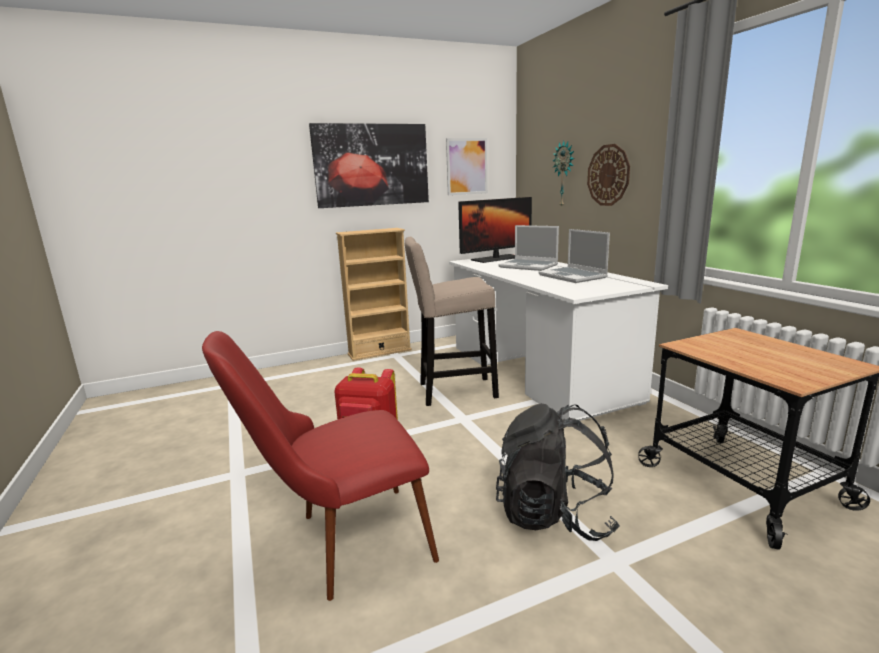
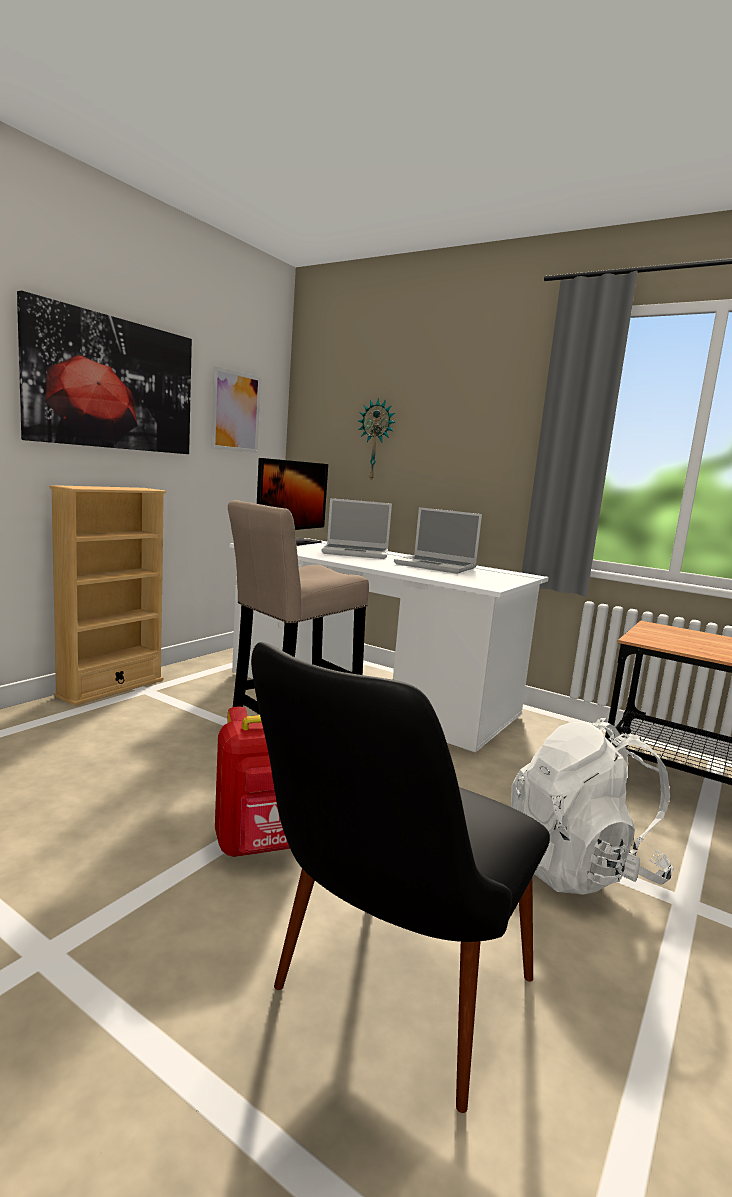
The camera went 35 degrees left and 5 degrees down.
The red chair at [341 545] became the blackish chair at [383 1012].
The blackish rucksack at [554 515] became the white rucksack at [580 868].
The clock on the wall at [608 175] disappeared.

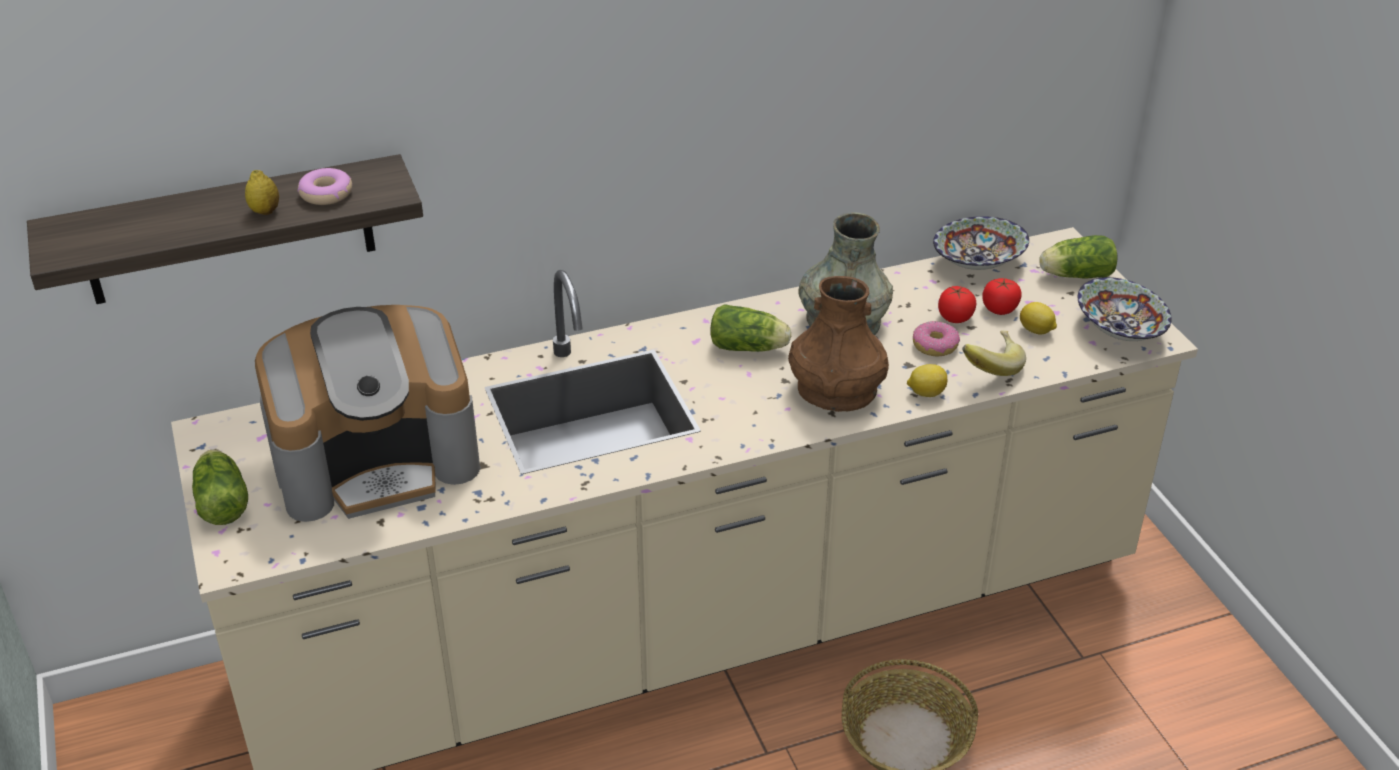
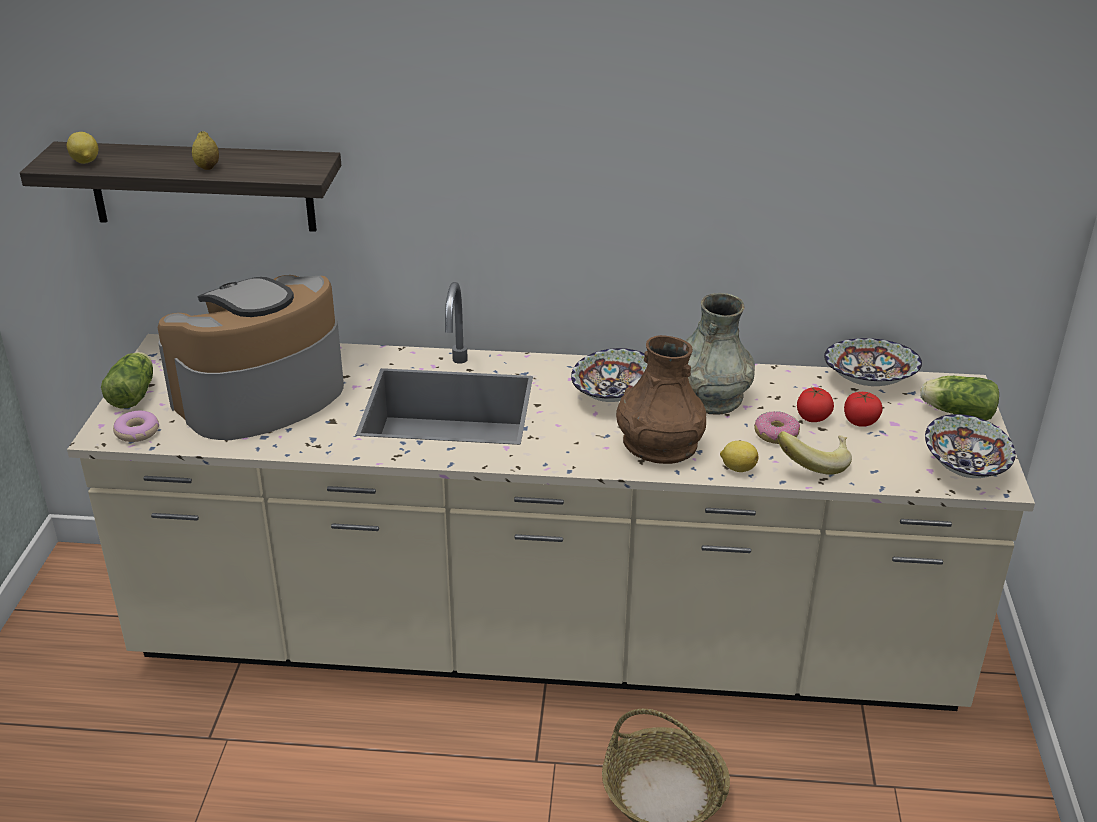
The camera went 25 degrees right and 5 degrees down.
The coffee machine at [377 461] turned 135 degrees clockwise.
The doughnut moved from [326 194] to [137 432].
The lettuce at [750 348] was replaced by the bowl at [612 395].
The citrus fruit moved from [1036 331] to [85 162].

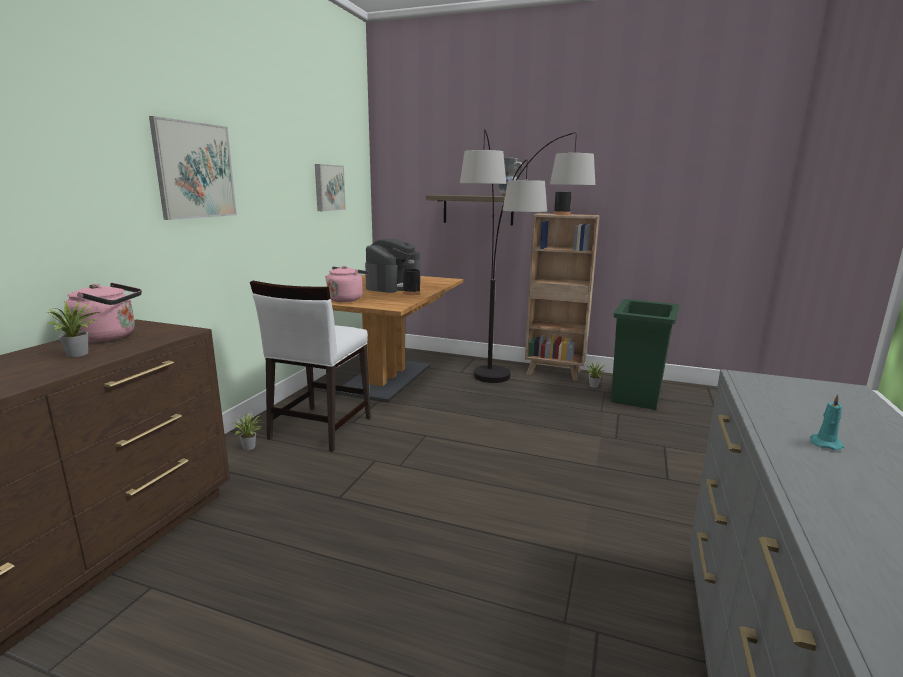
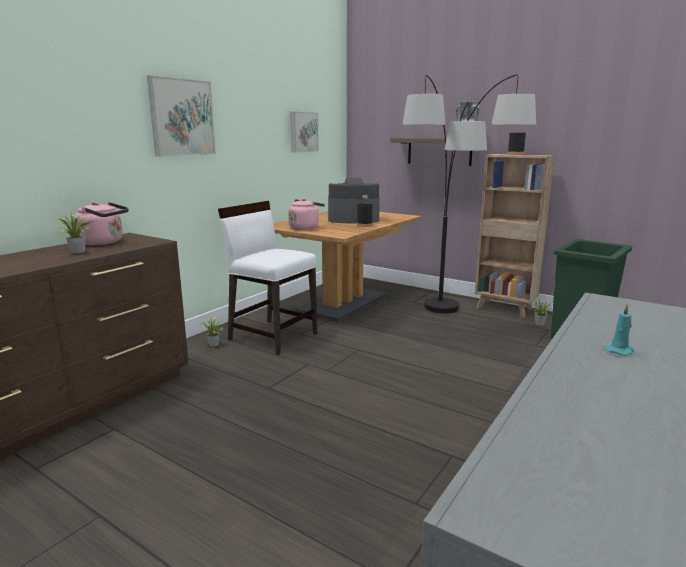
The camera went 15 degrees right and 0 degrees up.
The white chair at [319 428] turned 90 degrees clockwise.
The coffee machine at [393 286] turned 135 degrees counterclockwise.

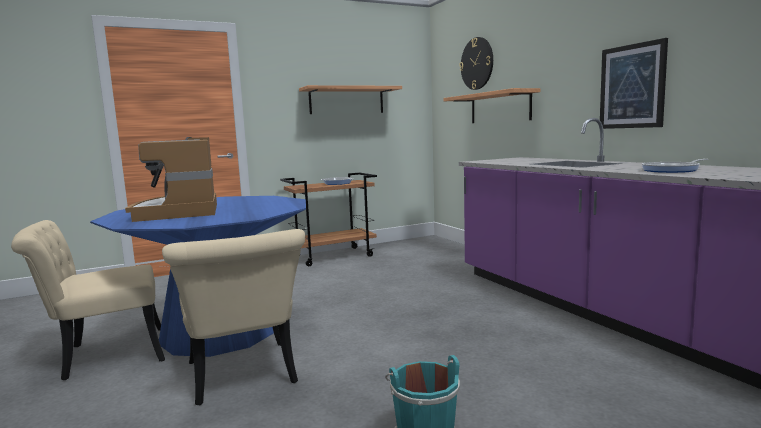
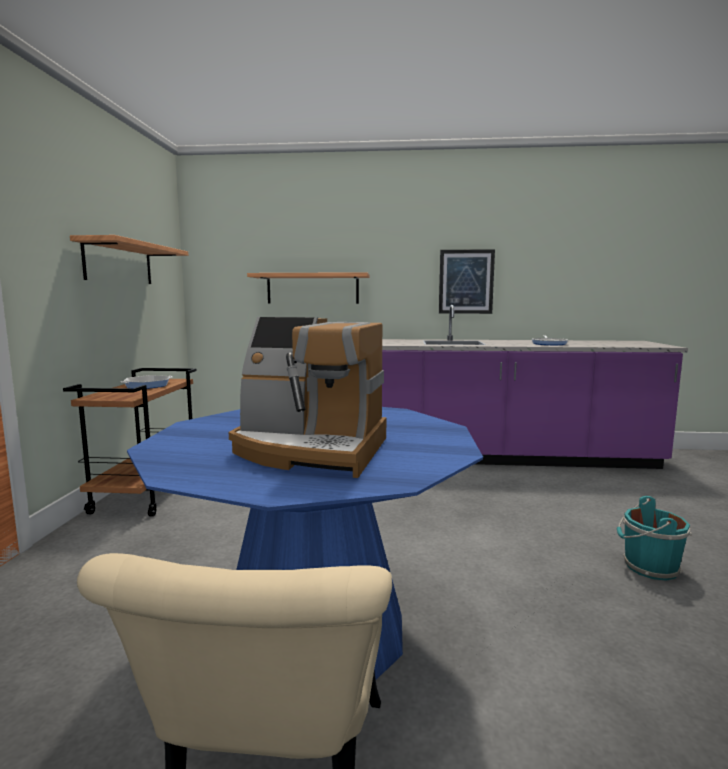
The camera went 60 degrees left and 0 degrees up.
The beige-coloured chair at [244 378] disappeared.
The clock on the wall at [477 63] disappeared.

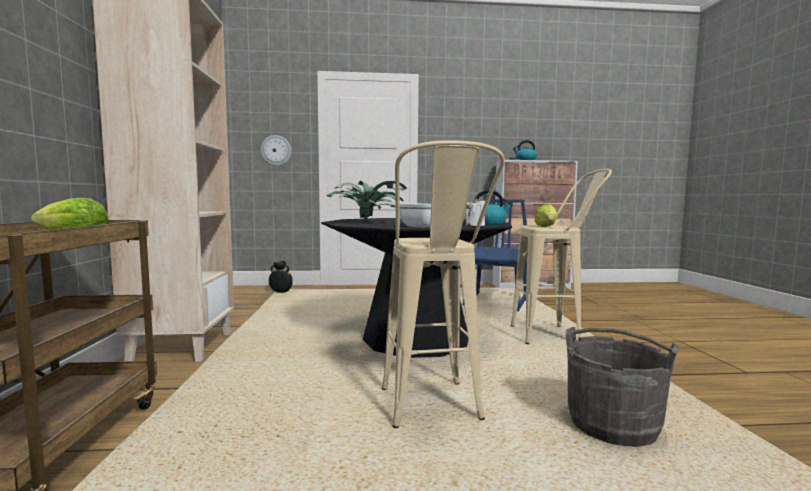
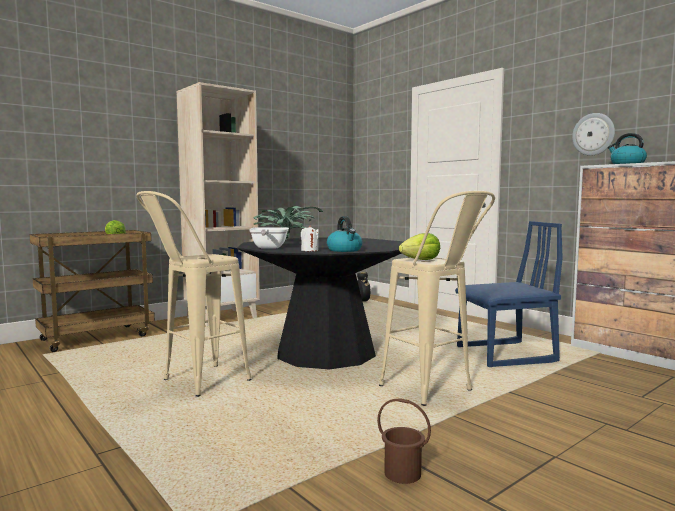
The camera went 55 degrees right and 0 degrees up.
The clock on the wall moved from [276 150] to [593 134].
The grey bucket at [612 426] disappeared.
The brownish bucket at [402 474] appeared.

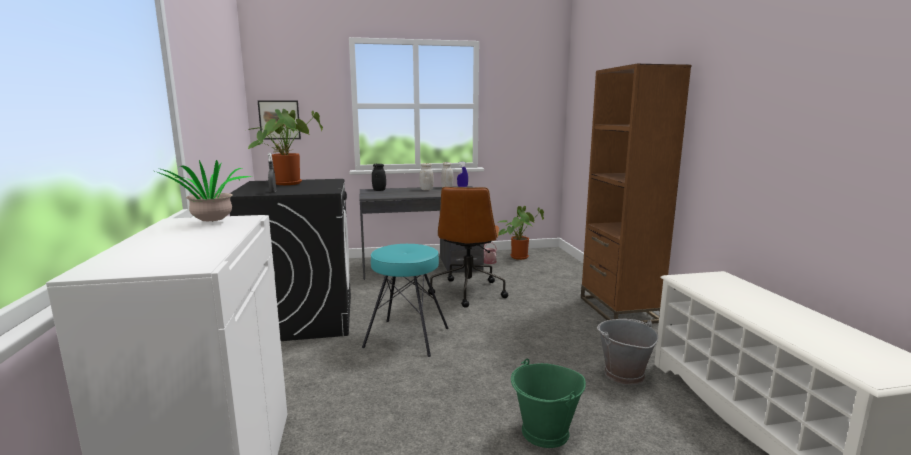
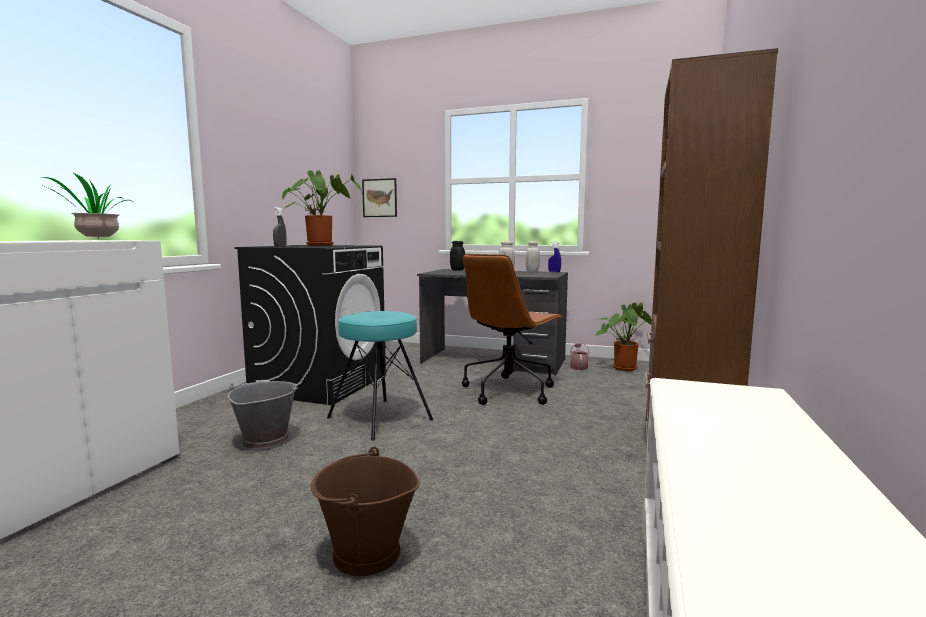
The camera went 30 degrees right and 5 degrees down.
The green bucket at [545 432] became the brownish bucket at [366 554].
The grey bucket moved from [623 374] to [265 441].

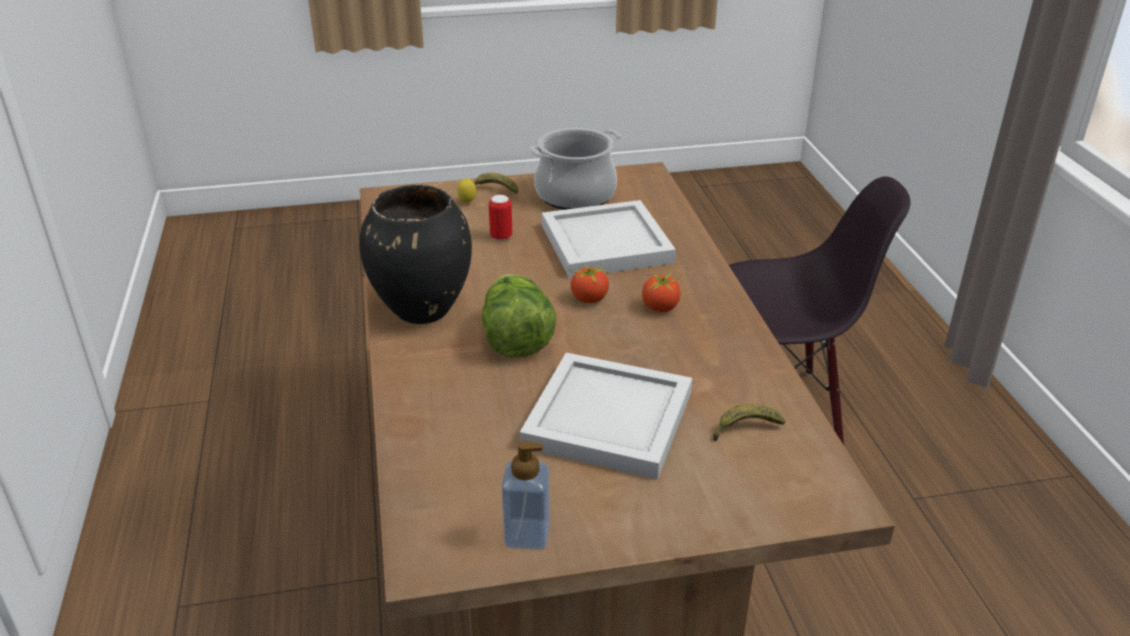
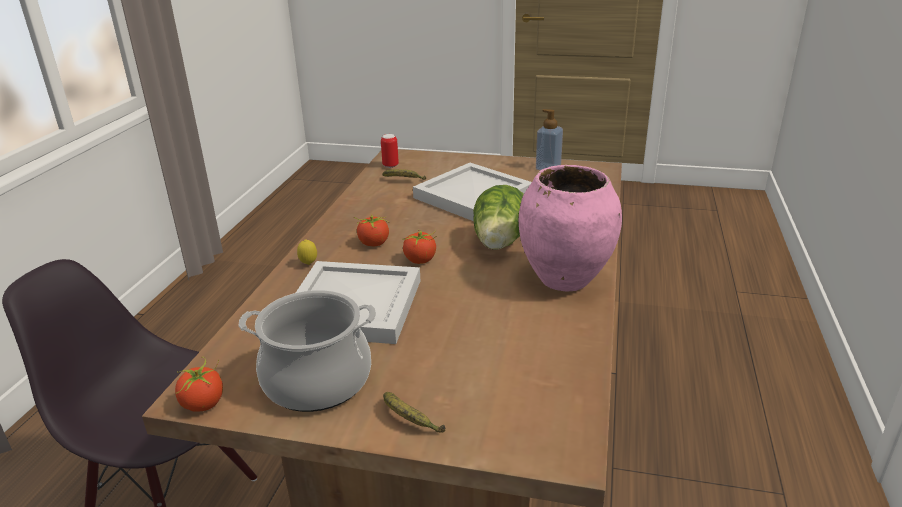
The camera went 155 degrees left and 5 degrees down.
The blackish flower vase at [423 311] became the pink flower vase at [564 279].
The citrus fruit moved from [467 203] to [308 264].
The sealed can moved from [501 237] to [390 166].
The fresh tomato at [203 404] appeared.

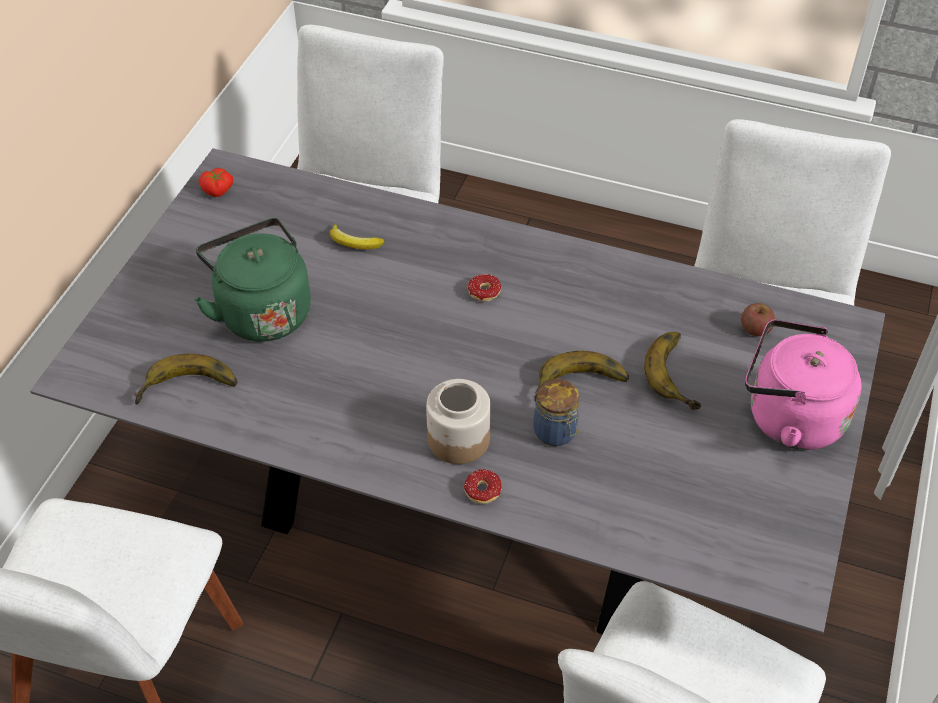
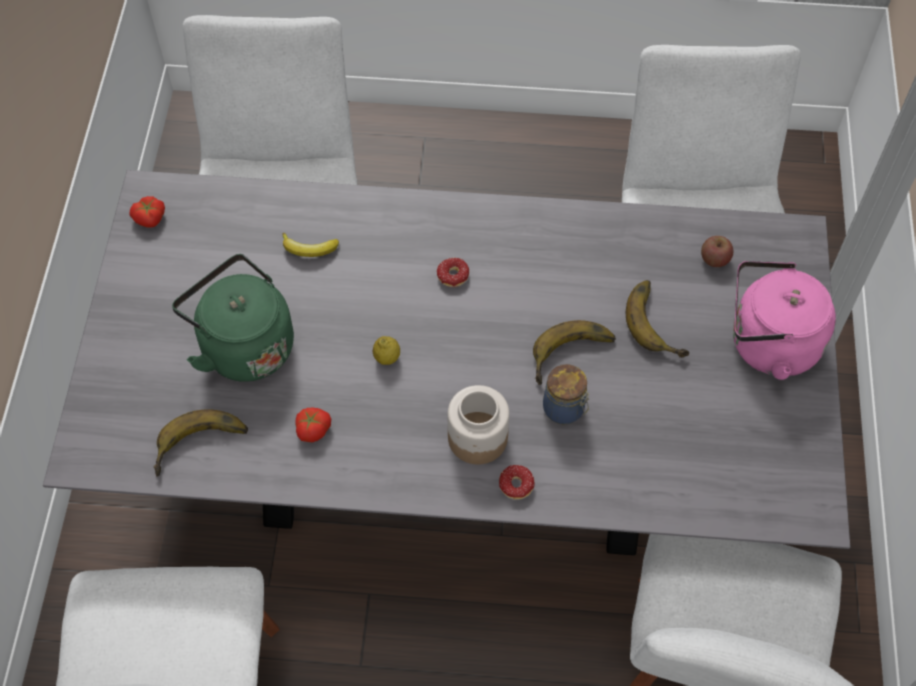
The camera went 15 degrees left and 10 degrees up.
The fresh tomato at [312 429] appeared.
The citrus fruit at [387 358] appeared.

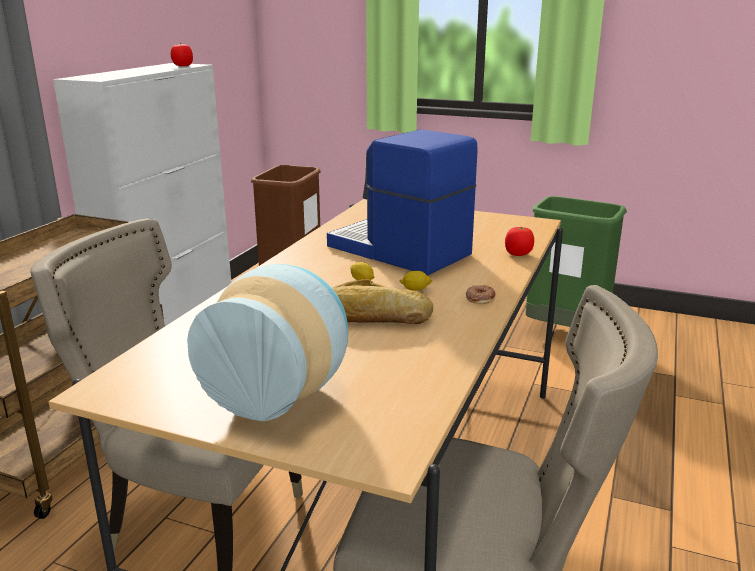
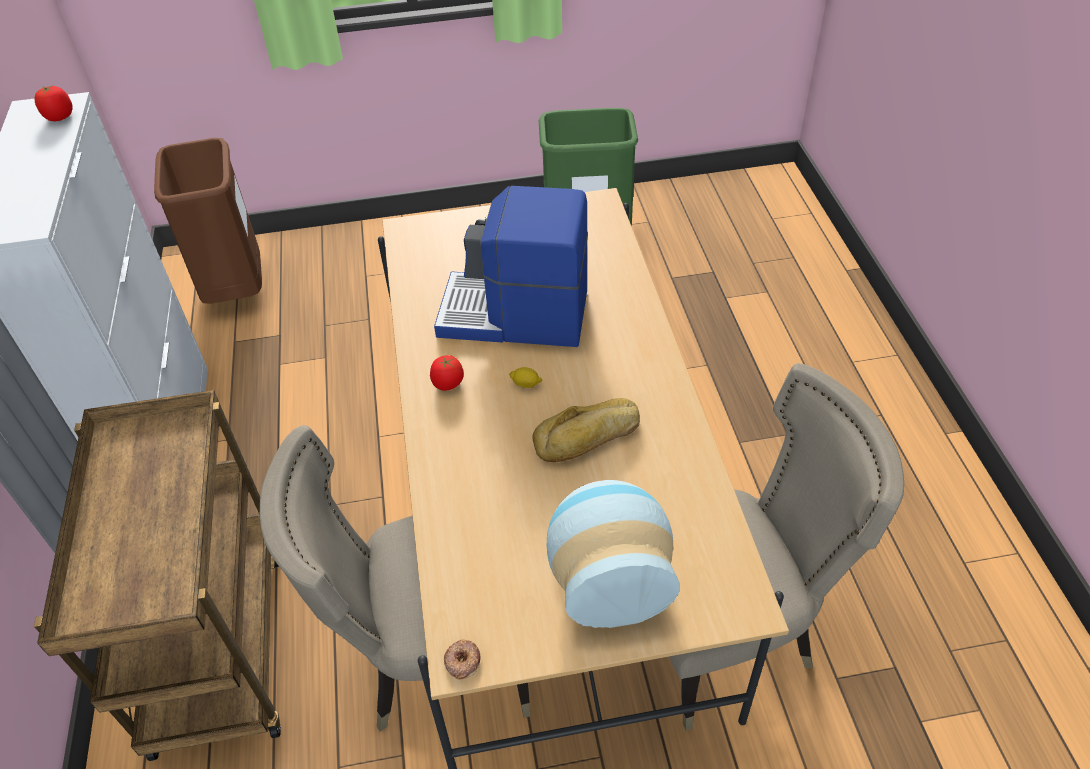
The camera went 30 degrees left and 25 degrees up.
The citrus fruit at [415 289] disappeared.
The doughnut moved from [480 298] to [462 661].
The fresh tomato moved from [518 254] to [448 384].

